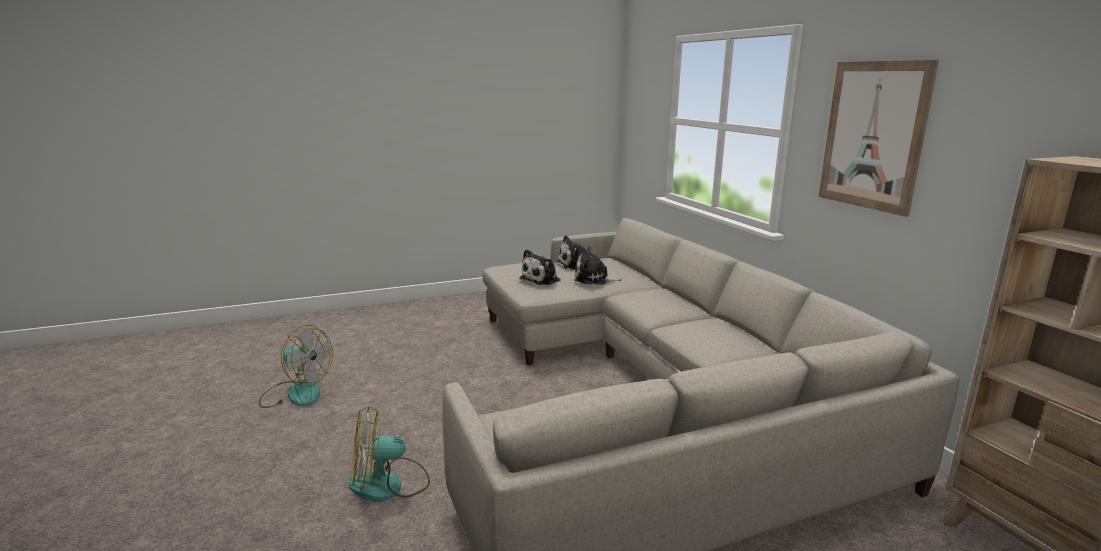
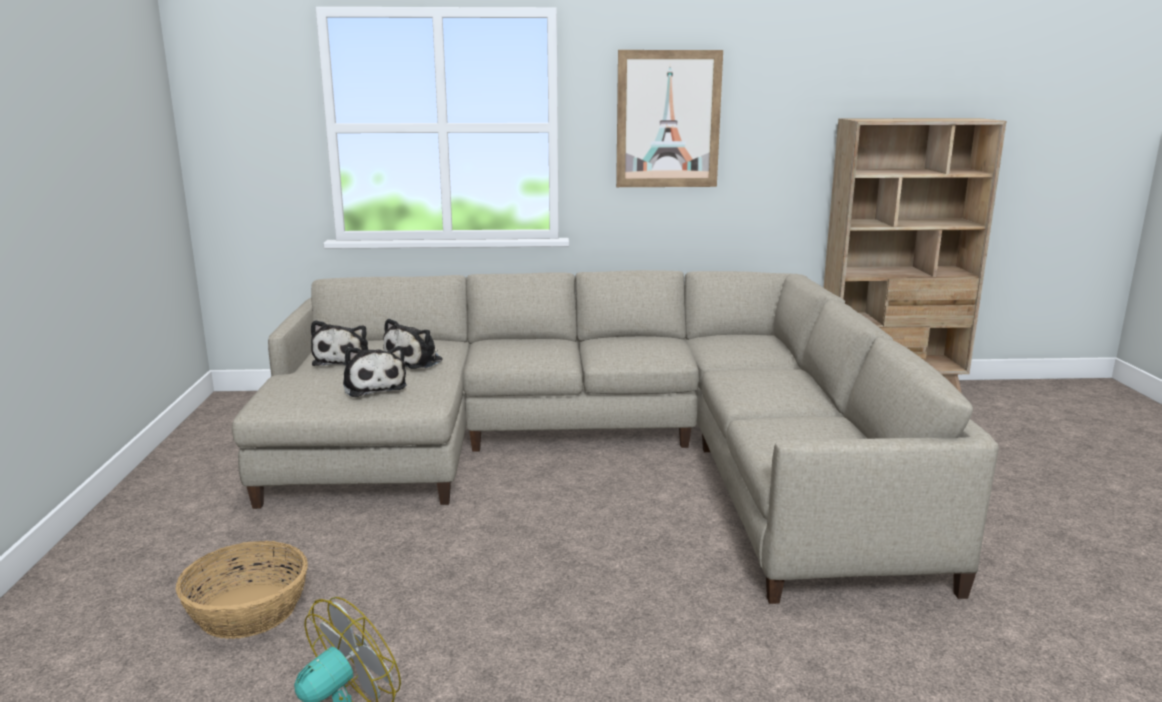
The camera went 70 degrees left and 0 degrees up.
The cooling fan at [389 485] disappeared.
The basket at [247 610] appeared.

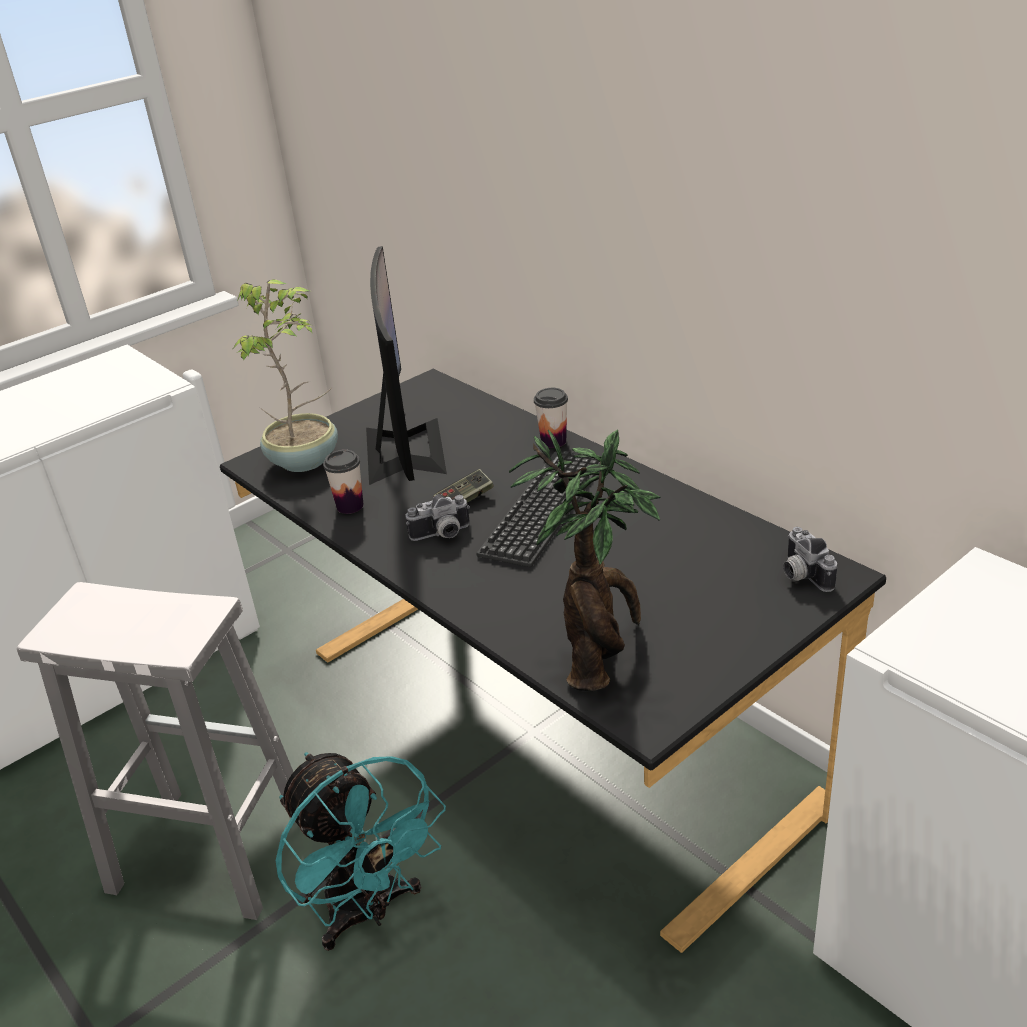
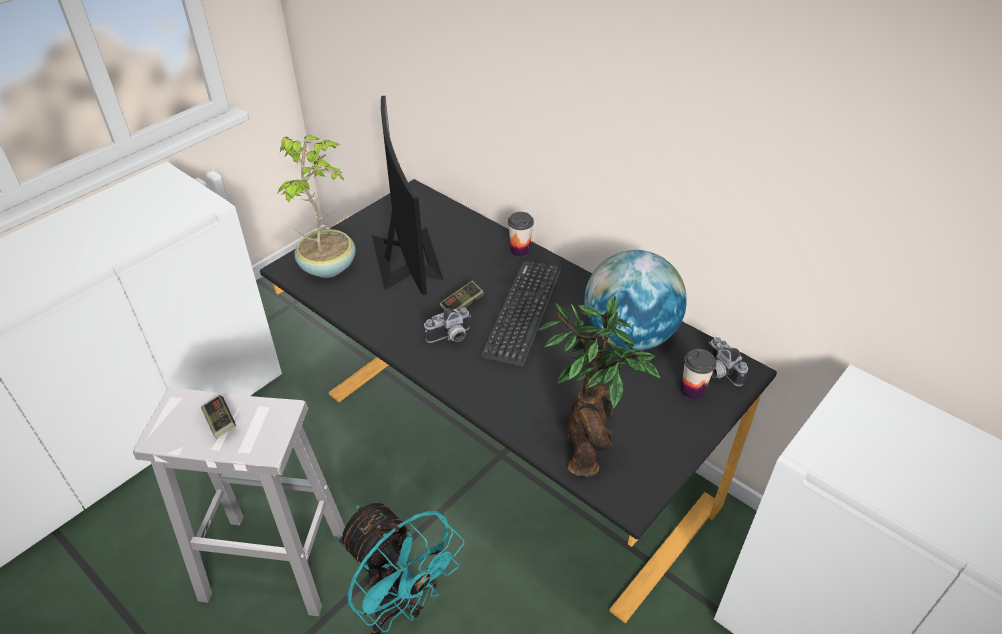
The camera went 10 degrees left and 10 degrees up.
The small cup moved from [350 506] to [692 391].
The gamepad at [220 422] appeared.
The globe at [629 335] appeared.

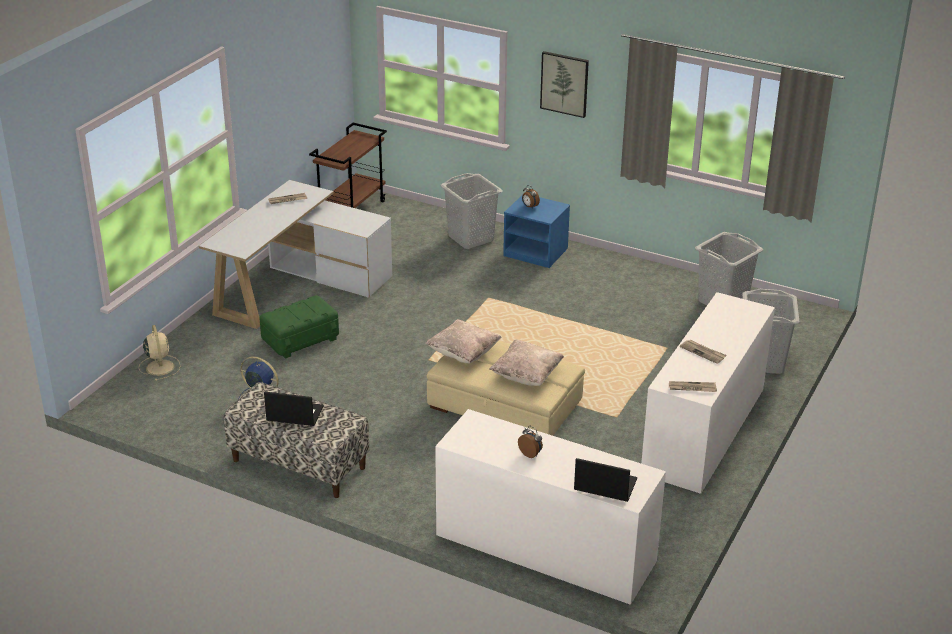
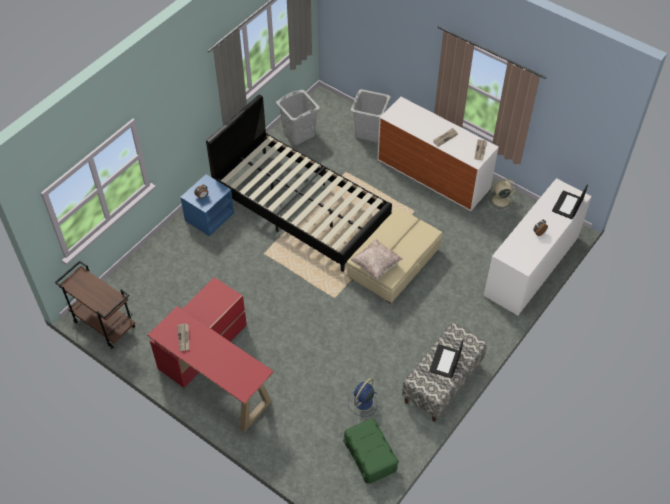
The camera went 80 degrees left and 20 degrees up.
The beige-coloured cooling fan moved from [160 367] to [500 200].
The white desk at [297 286] became the red desk at [216 371].
The green storage box moved from [300 339] to [369 456].
The grey hamper at [471 238] disappeared.
The beige-coloured pillow at [526 375] disappeared.
The wall picture at [564 83] disappeared.
The blackish sleeping bed at [301 208] appeared.

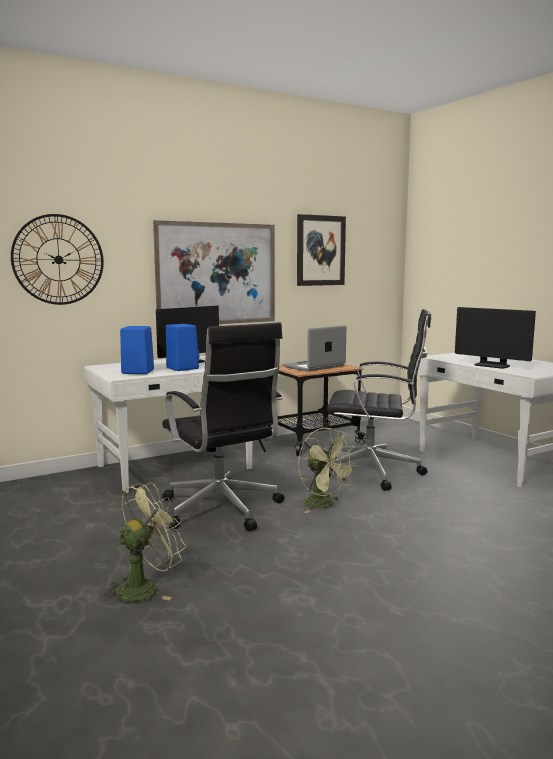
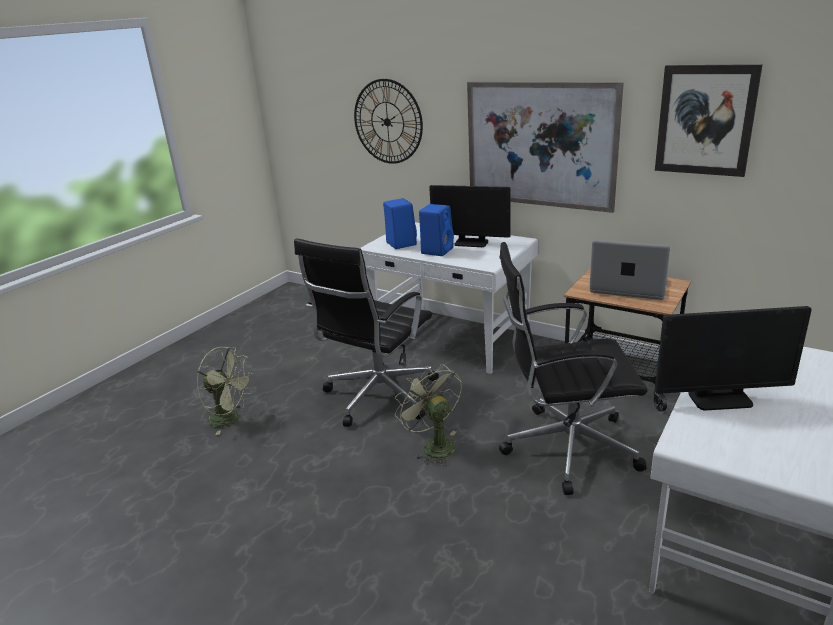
The camera went 65 degrees right and 15 degrees up.
The green cooling fan at [324 505] turned 120 degrees clockwise.
The blackish desk chair at [374 472] turned 105 degrees clockwise.
The computer screen at [492 365] turned 105 degrees counterclockwise.

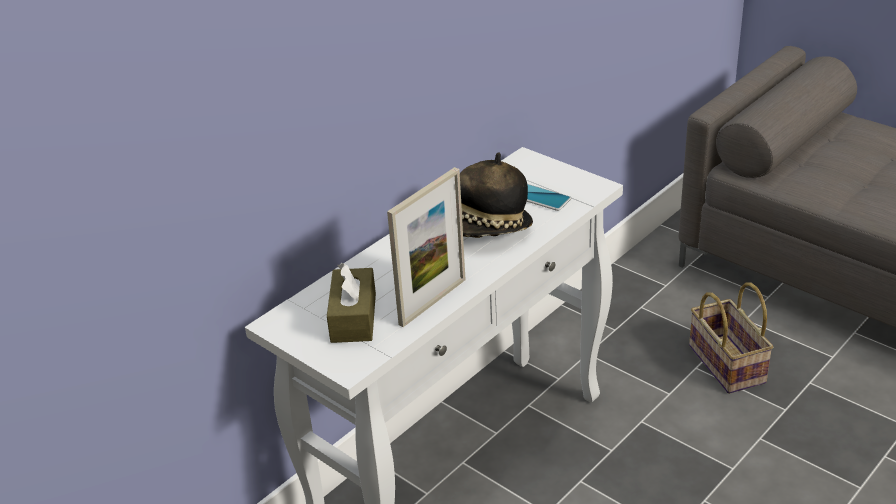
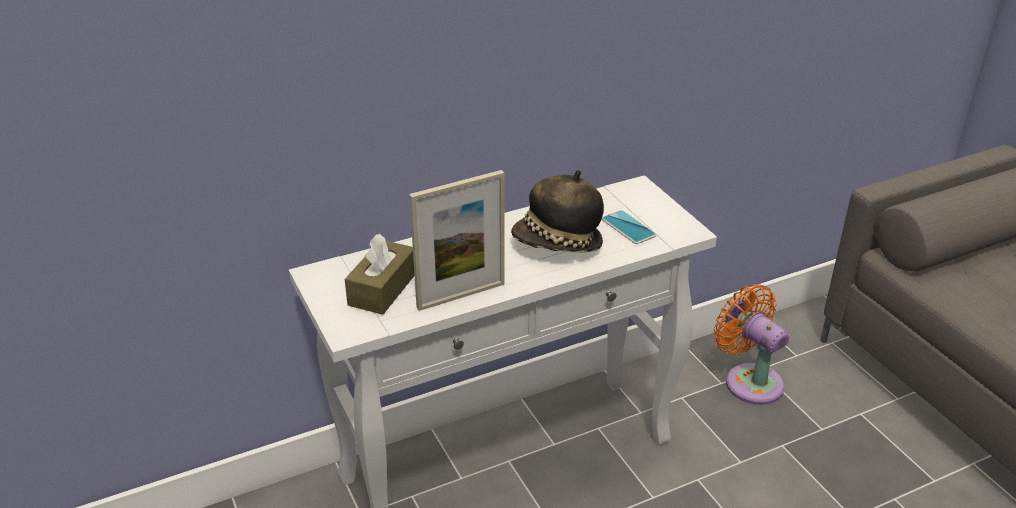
The camera went 20 degrees right and 0 degrees up.
The basket at [724 363] disappeared.
The orange-coloured cooling fan at [749 380] appeared.

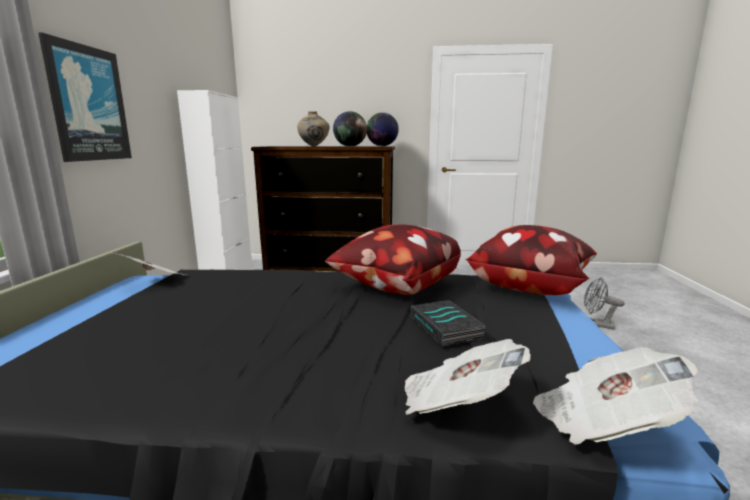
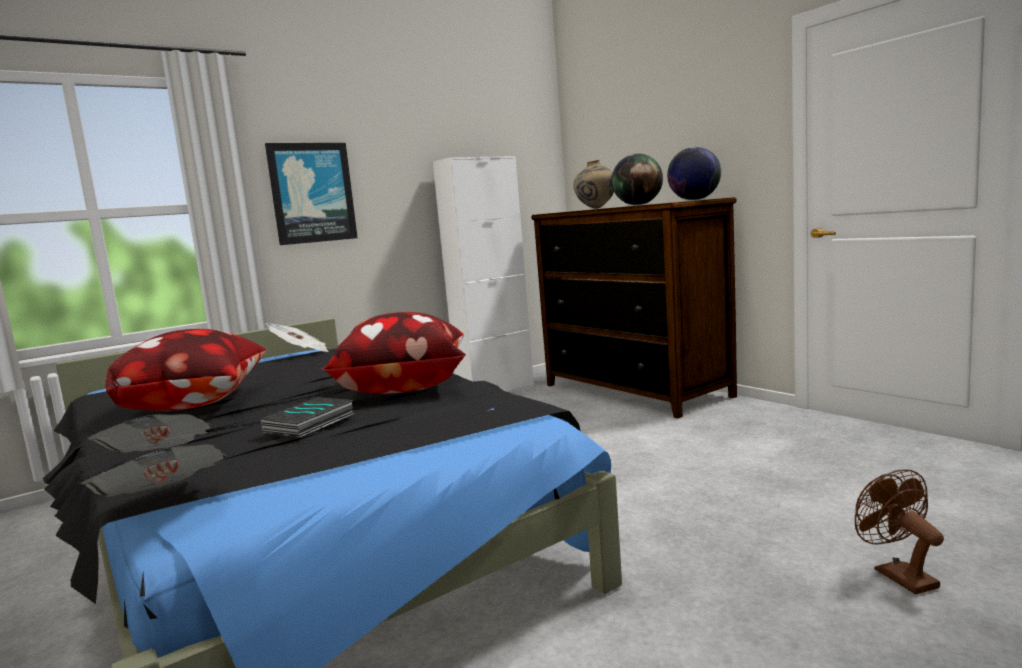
The camera went 50 degrees right and 5 degrees down.
The pillow moved from [529 286] to [200 404].
The grey cooling fan at [596 324] became the brownish cooling fan at [897 575].

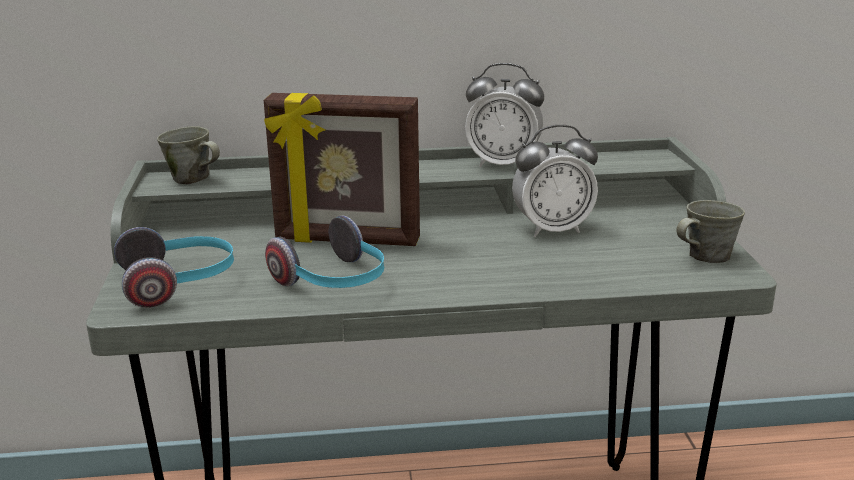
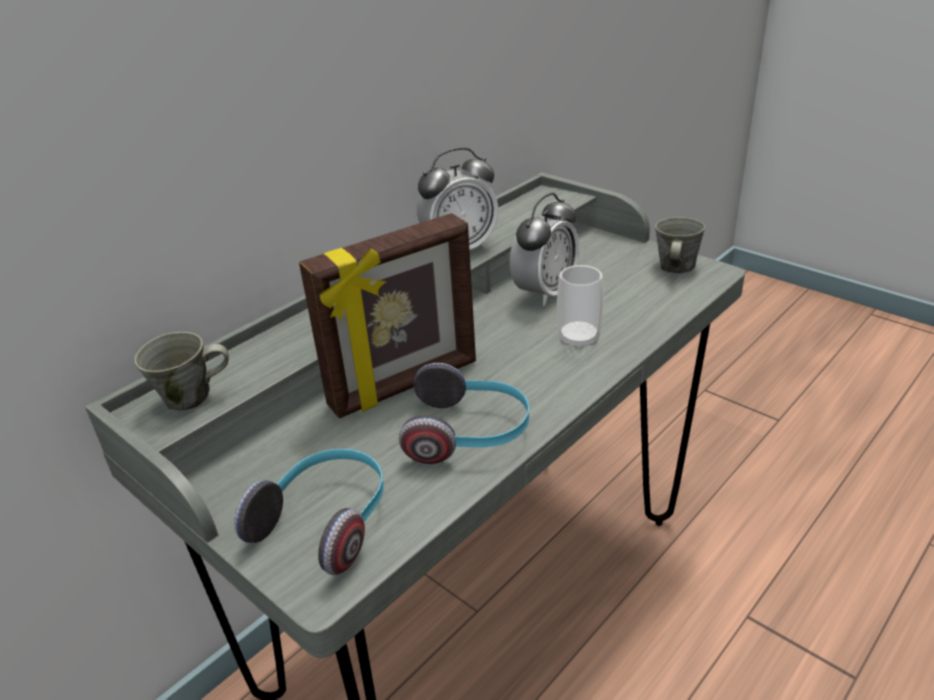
The camera went 40 degrees left and 10 degrees up.
The small cup at [578 339] appeared.

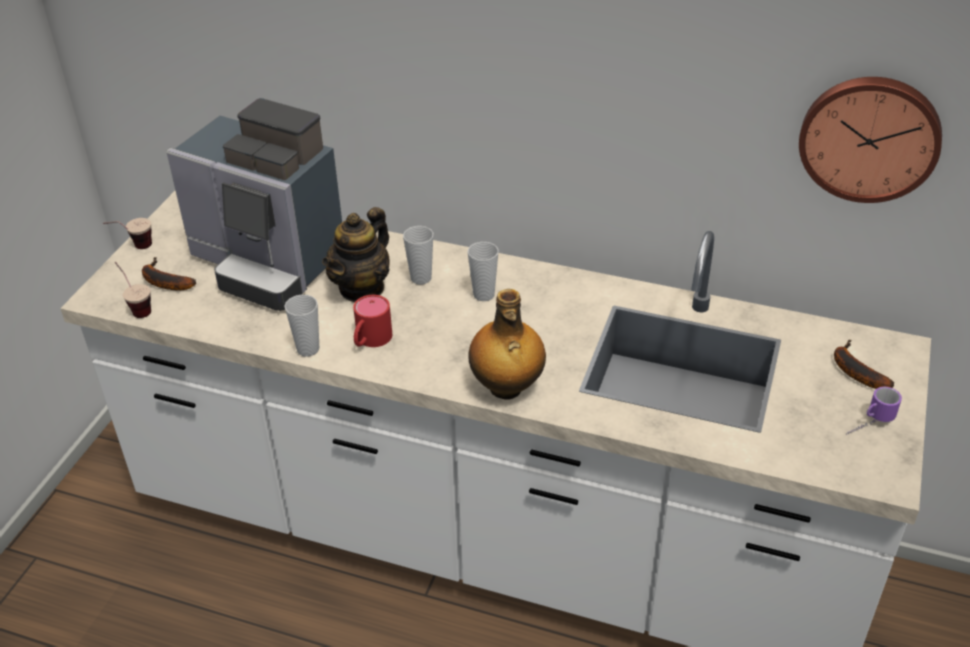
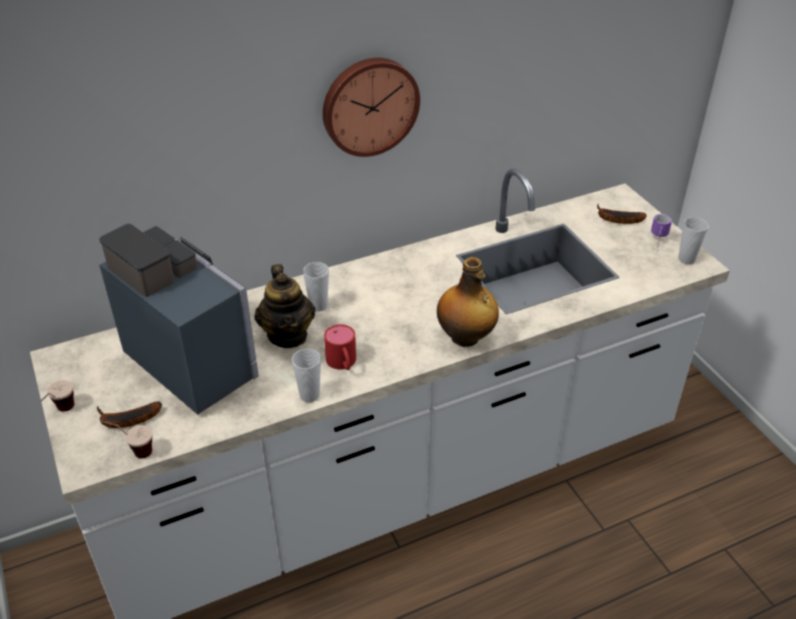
The camera went 45 degrees left and 0 degrees up.
The coffee machine at [268 263] turned 120 degrees counterclockwise.
The small cup moved from [484 294] to [686 259].
The clock on the wall moved from [869 137] to [369 105].

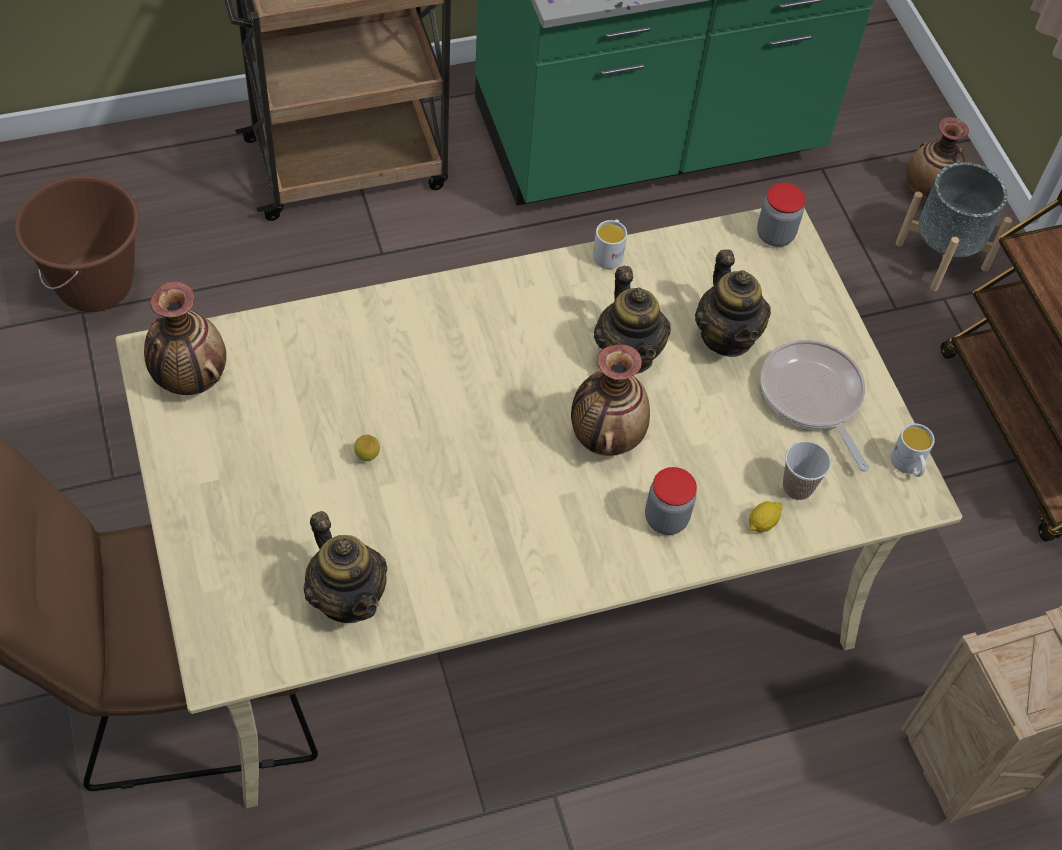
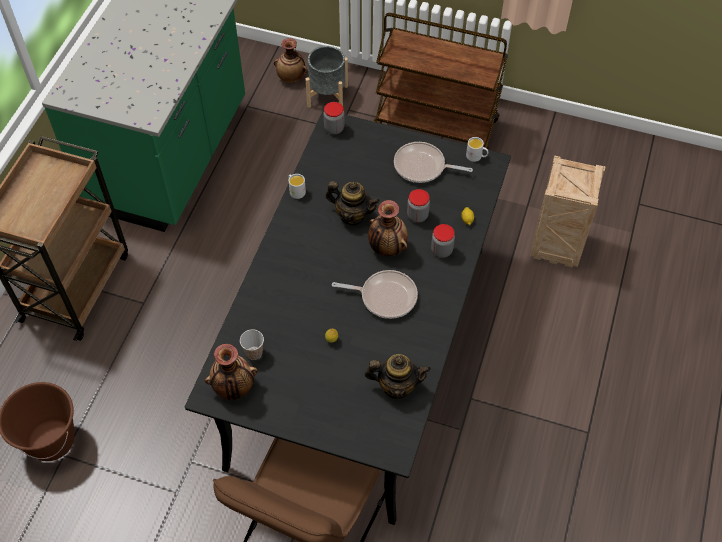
The camera went 50 degrees left and 0 degrees up.
The beige-coloured dining table at [515 577] became the blackish dining table at [360 351].
The tea pot at [727 336] disappeared.
The small cup moved from [797 487] to [254 353].
The frying pan at [385 296] appeared.
The storage jar at [417 216] appeared.

